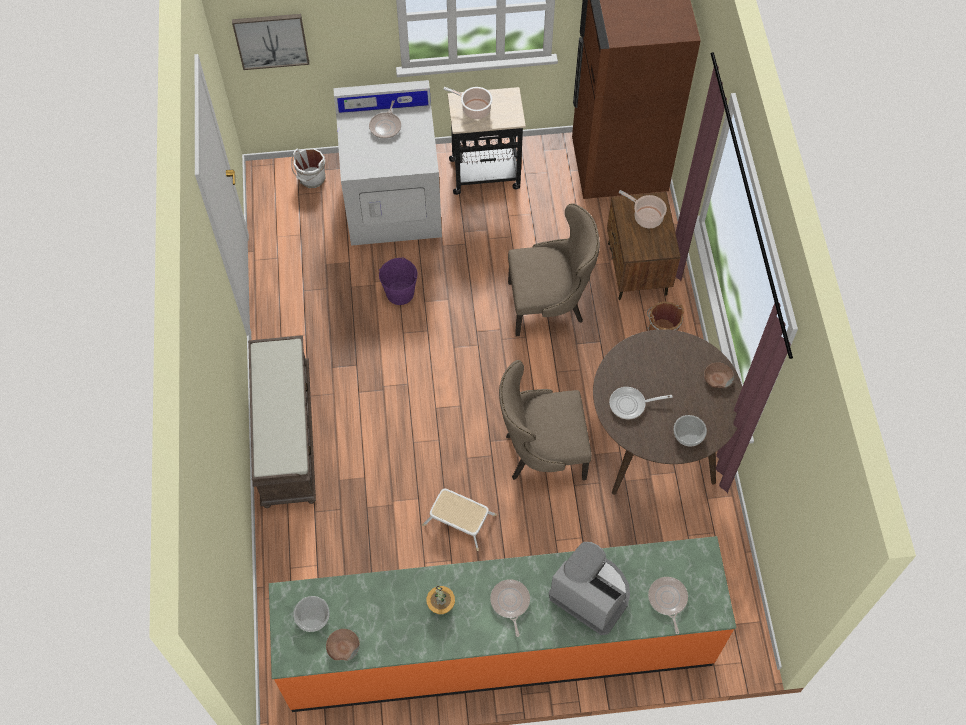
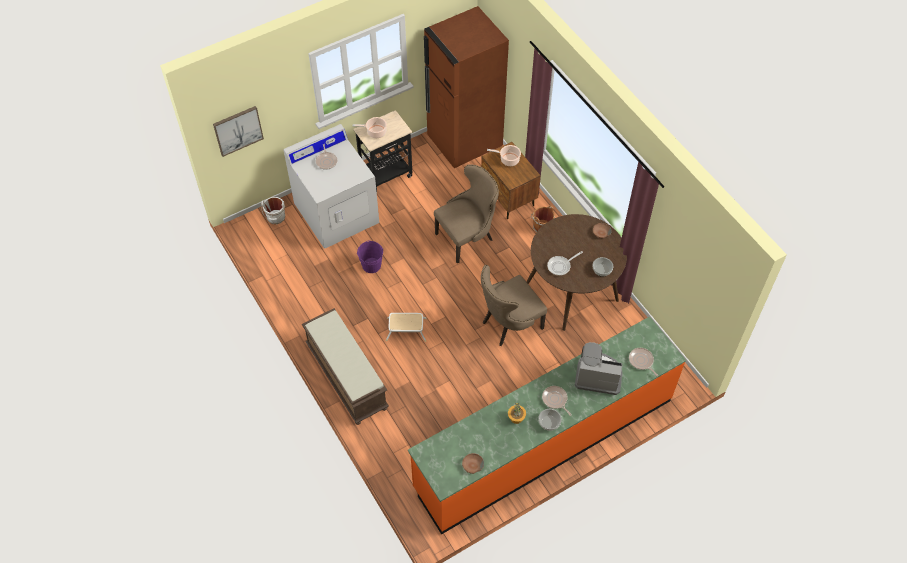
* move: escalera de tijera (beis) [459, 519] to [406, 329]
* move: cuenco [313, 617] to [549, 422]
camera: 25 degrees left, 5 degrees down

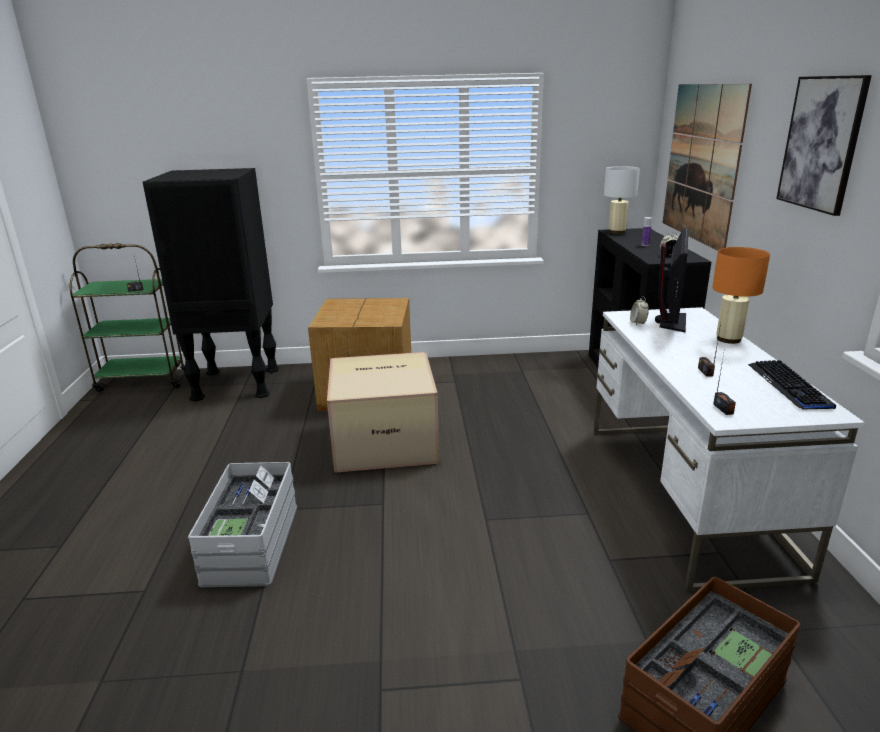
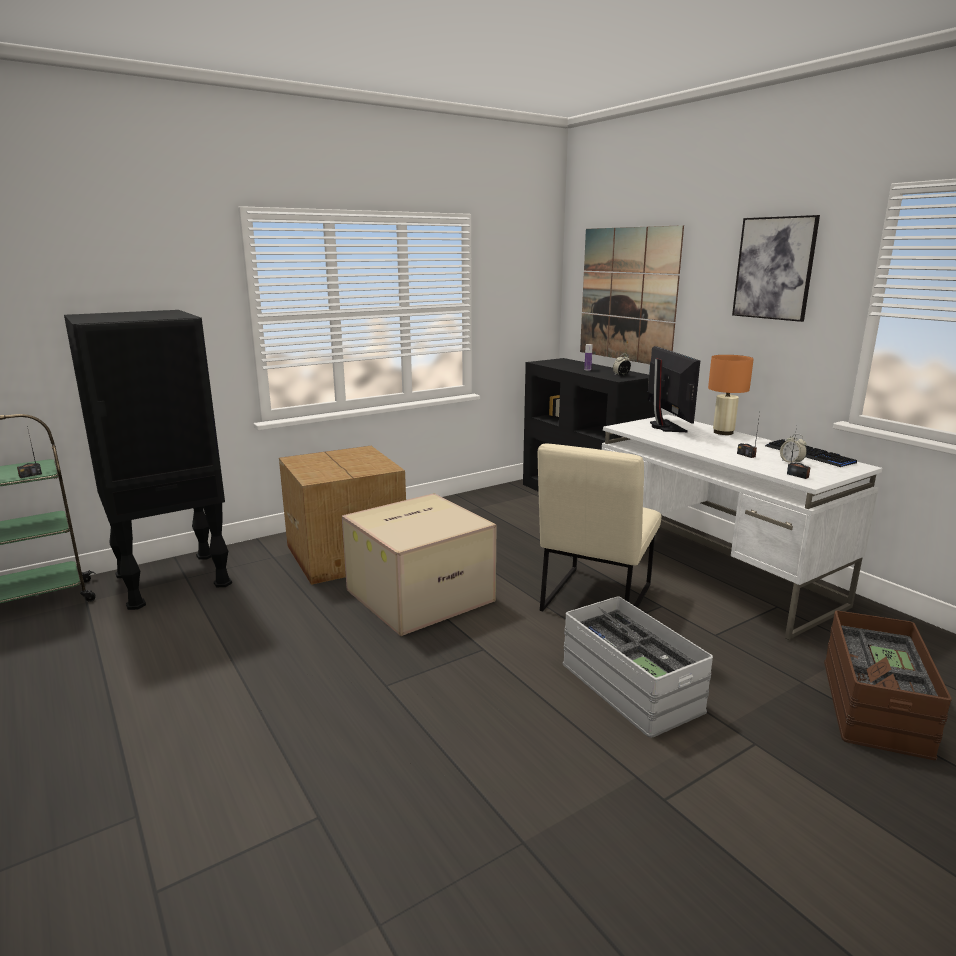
* delete: lámpara de mesa (blanco) [617, 232]
* move: despertador [638, 323] to [791, 462]
* move: caja de almacenaje (gris) [250, 542] to [629, 686]
* insert: silla (beis) [594, 599]
camera: 30 degrees left, 5 degrees down

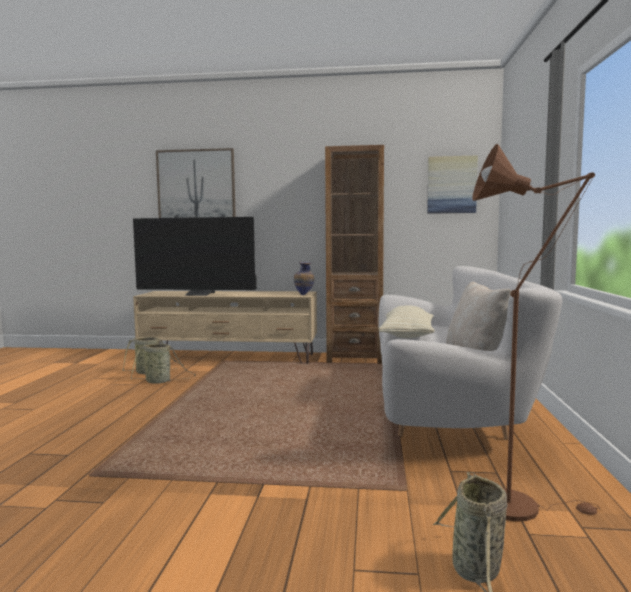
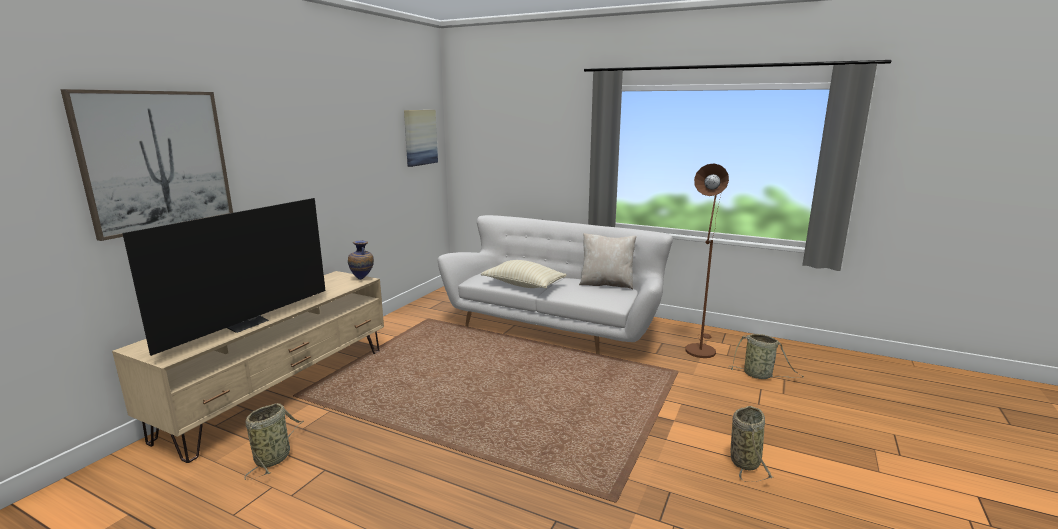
* delete: estantería (marrón) [355, 358]
* move: cesta [160, 382] to [744, 460]
camera: 70 degrees left, 10 degrees up

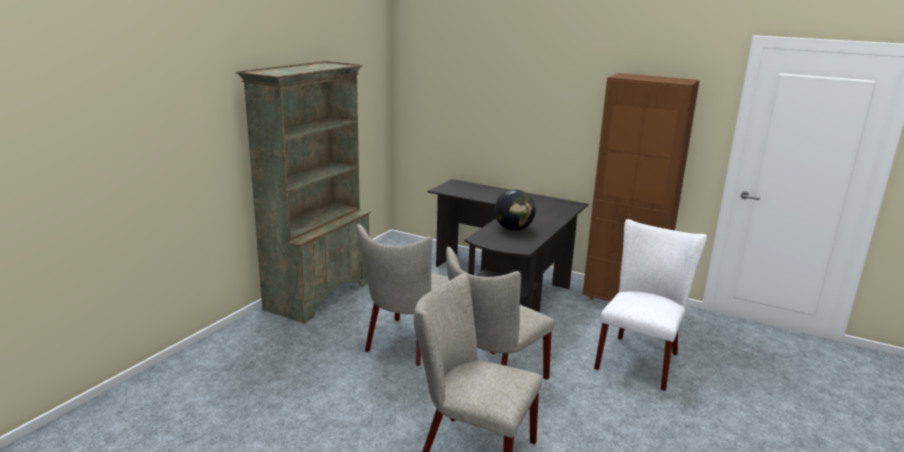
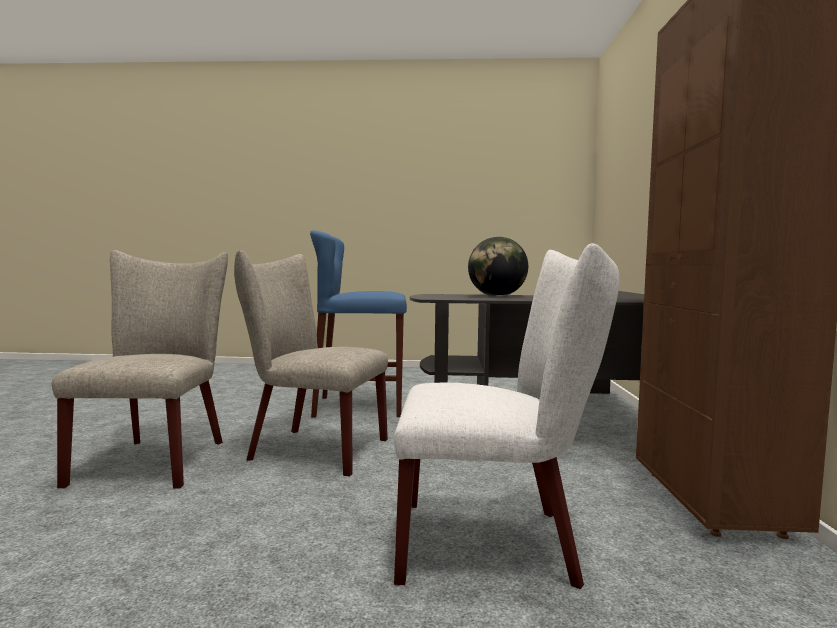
* delete: estantería (verde) [318, 294]
* replace: silla (beis) [405, 344] to taburete (azul) [359, 406]
camera: 65 degrees right, 15 degrees down

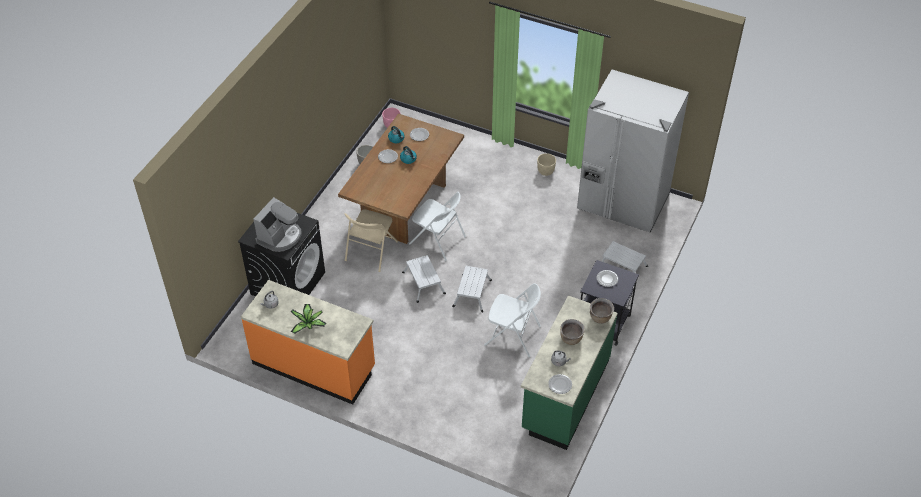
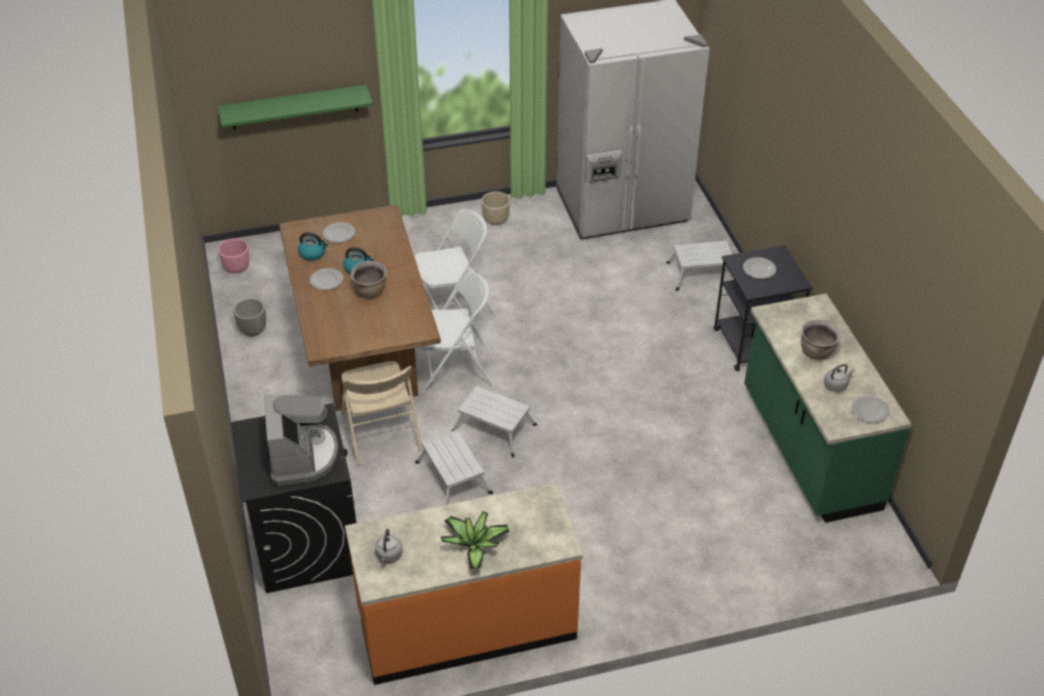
* move: escalera de tijera (blanco) [472, 293] to [453, 478]
* move: silla (blanco) [512, 336] to [453, 305]
* move: olla (marrón) [600, 318] to [370, 292]
* insert: estante (verde) [294, 107]
camera: 40 degrees left, 5 degrees down

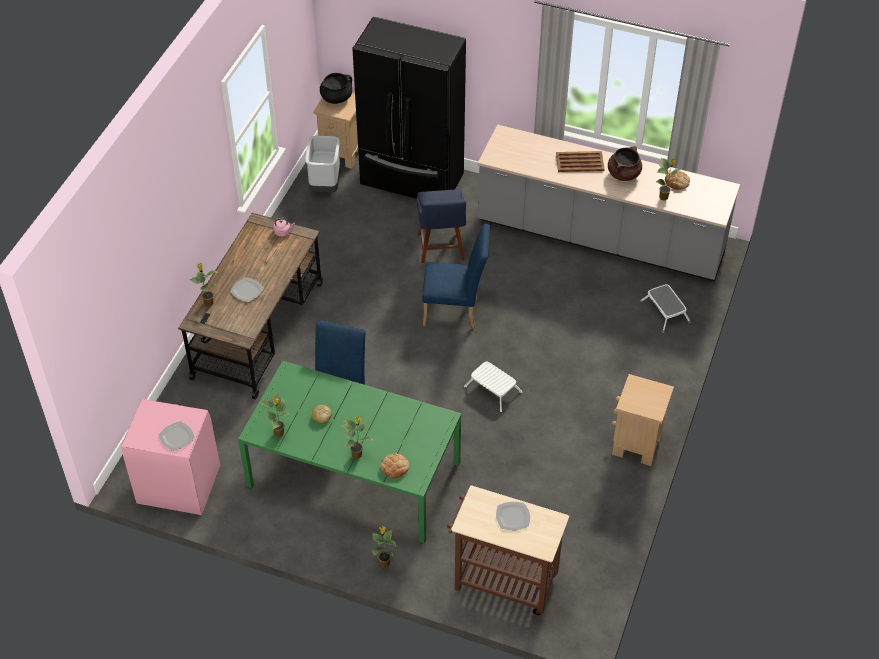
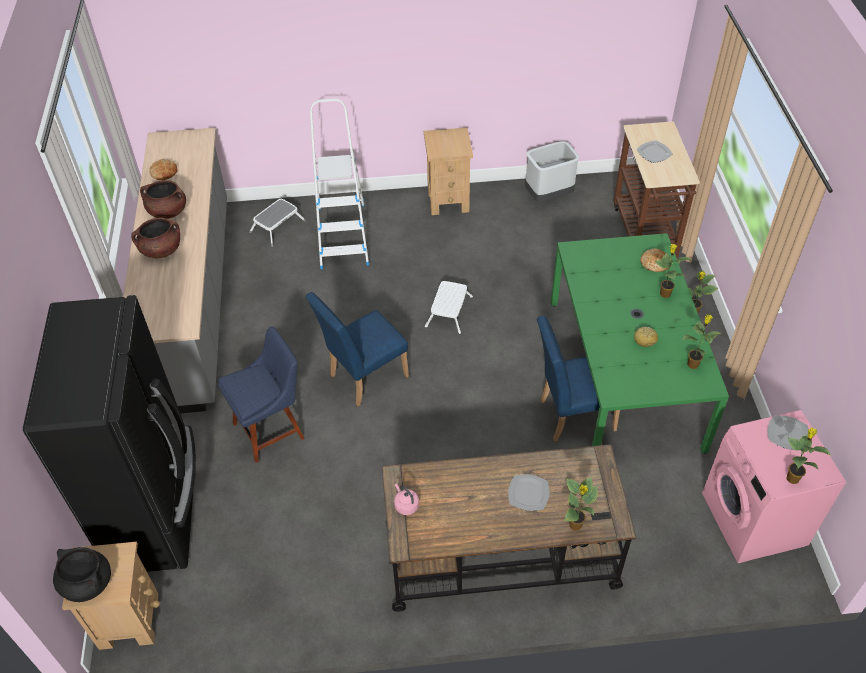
* move: papelera (gris) [325, 185] to [548, 197]
* replace: bandeja (marrón) [579, 162] to olla (marrón) [161, 250]
* move: planta en maceta [664, 197] to [792, 477]
* rotate: silla (azul) [455, 312] = [363, 378] 105 degrees counterclockwise
* insert: escalera de tijera (blanco) [343, 236]
camera: 115 degrees left, 0 degrees up

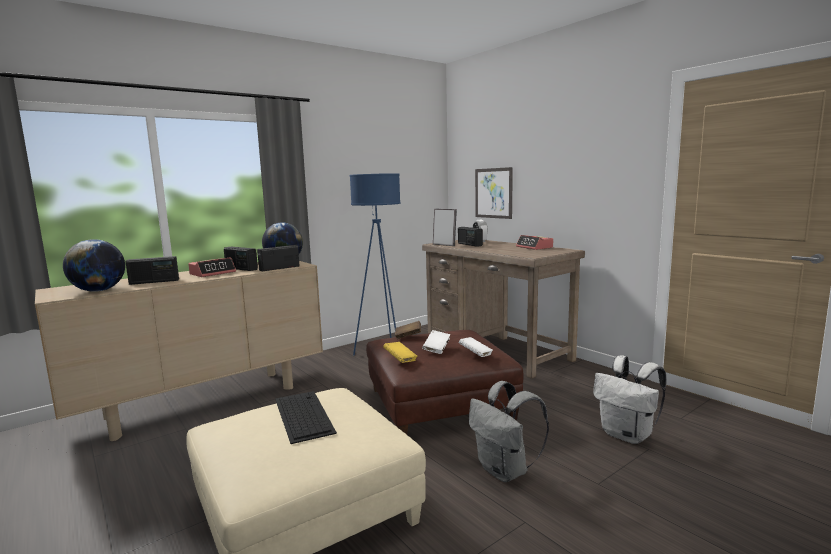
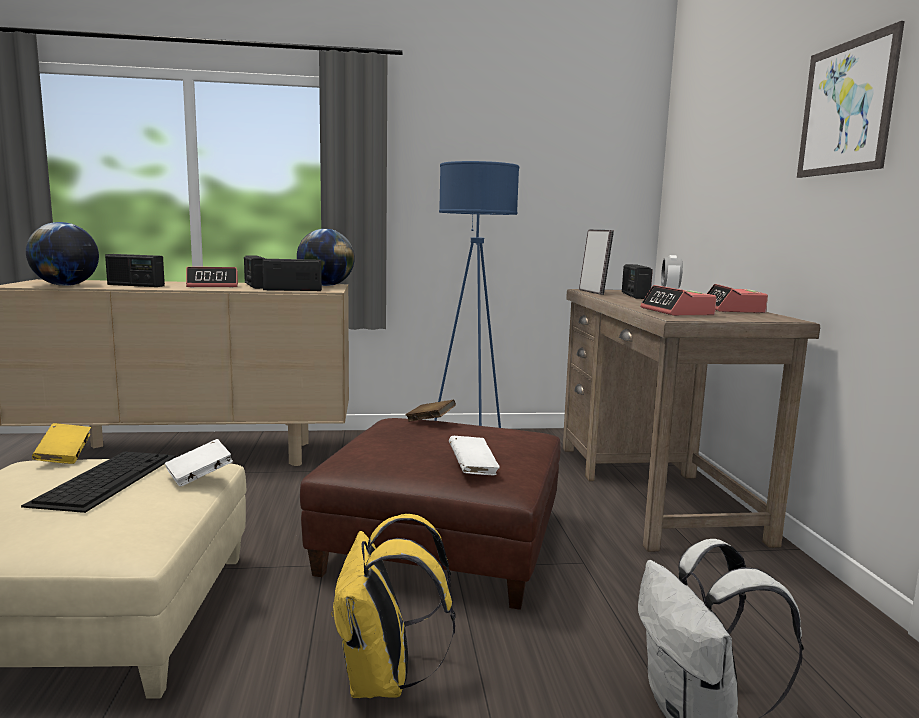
* move: cuadro [493, 193] to [846, 108]
* move: libro (blanco) [436, 349] to [199, 476]
* move: libro (amarillo) [400, 359] to [64, 456]
* recolor: mochila (gris) [505, 471] to mochila (amarillo) [384, 680]
* insert: despertador [677, 312]
camera: 30 degrees right, 0 degrees up

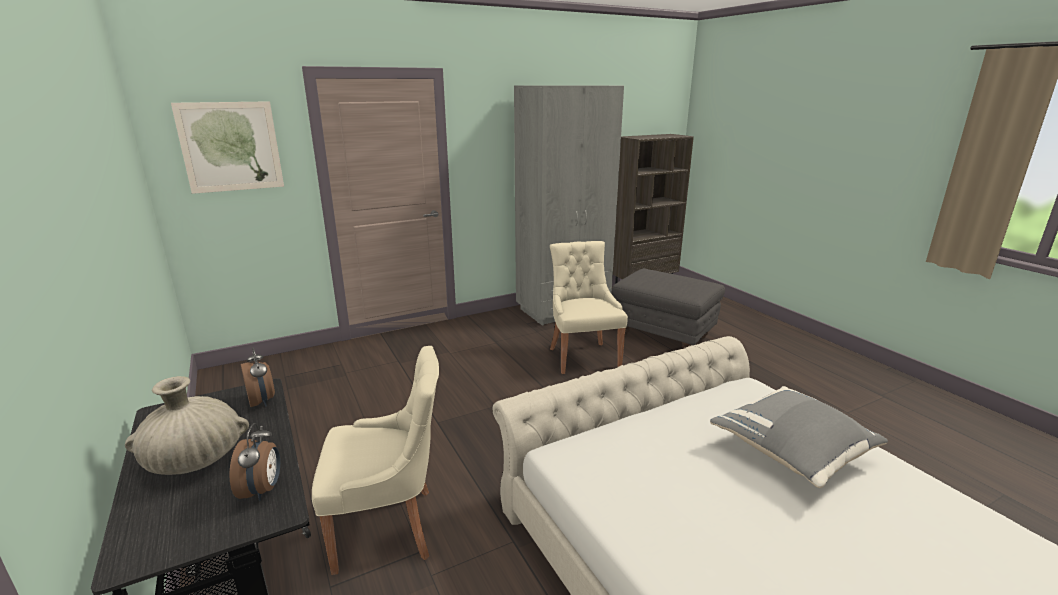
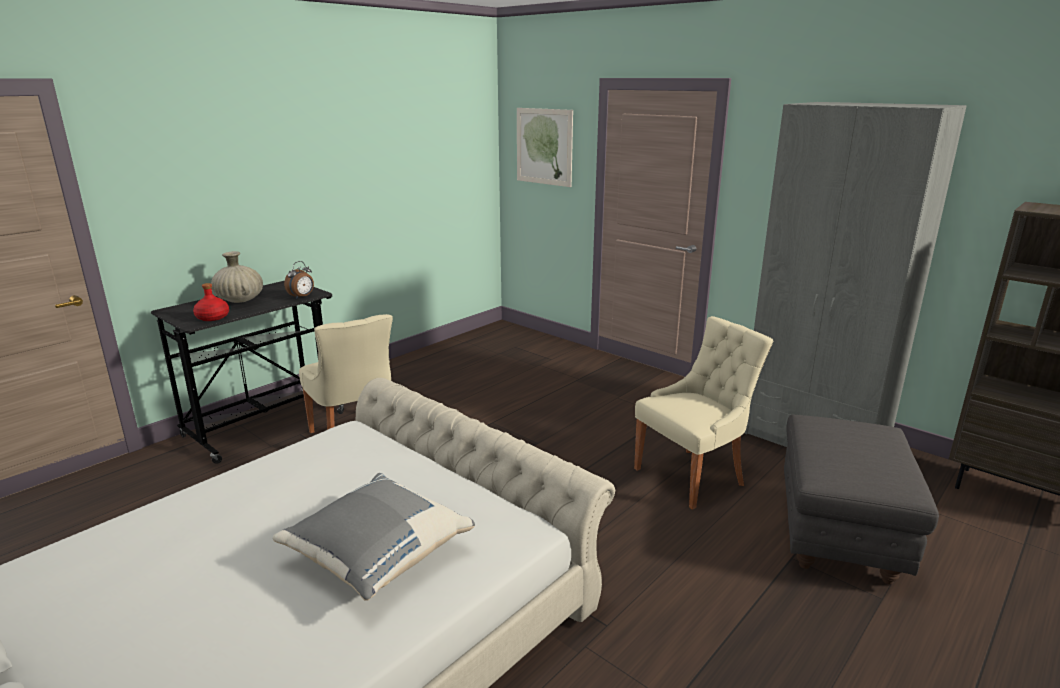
* replace: despertador [263, 490] to botella (rojo) [213, 317]
camera: 70 degrees right, 0 degrees up

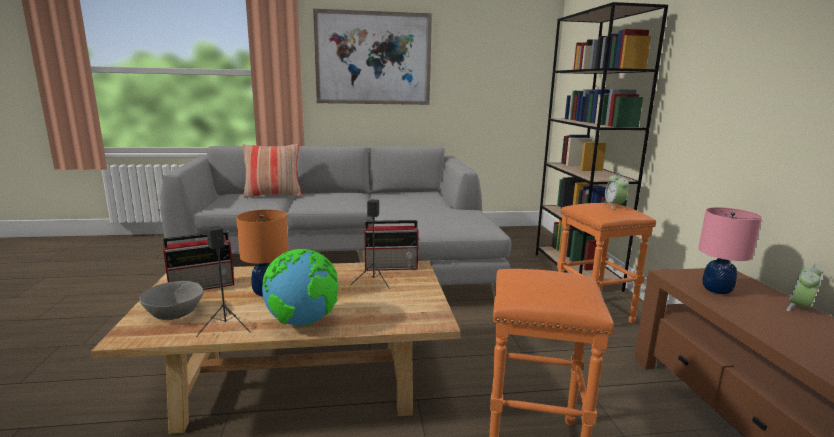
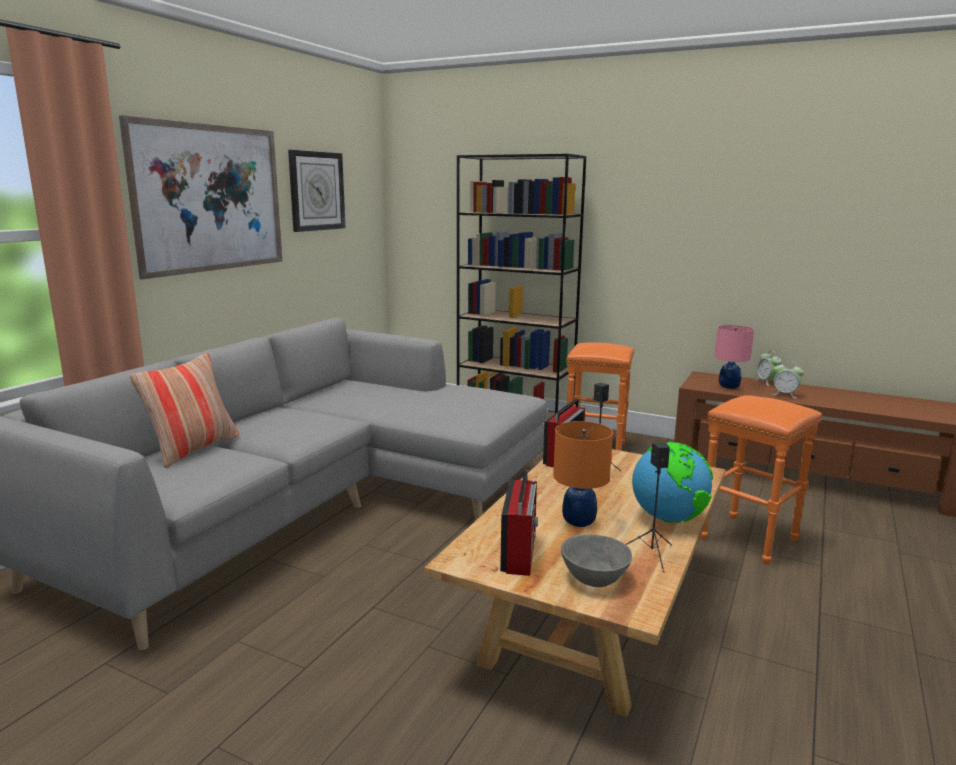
* move: despertador [614, 206] to [785, 395]
* insert: reloj de pared [316, 191]
camera: 55 degrees left, 0 degrees up

